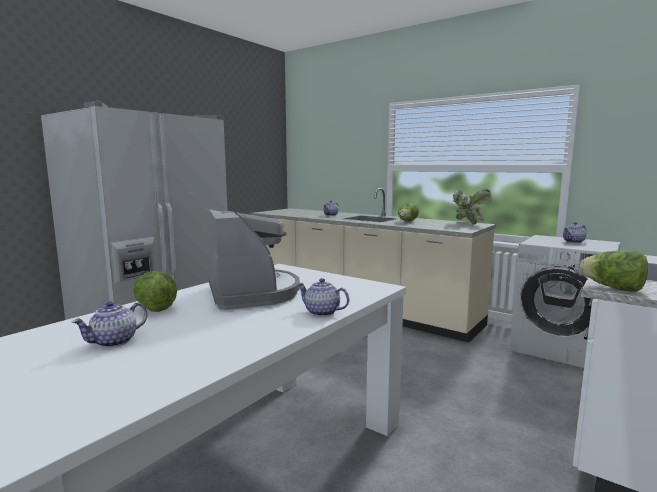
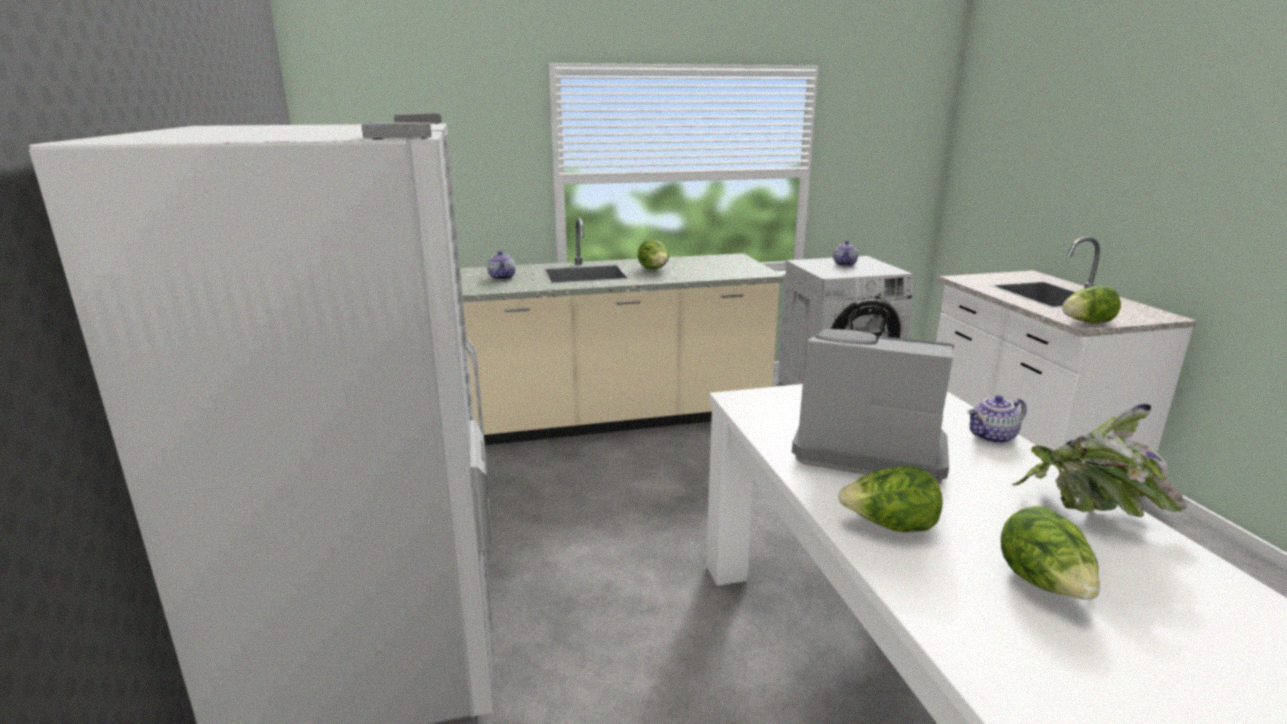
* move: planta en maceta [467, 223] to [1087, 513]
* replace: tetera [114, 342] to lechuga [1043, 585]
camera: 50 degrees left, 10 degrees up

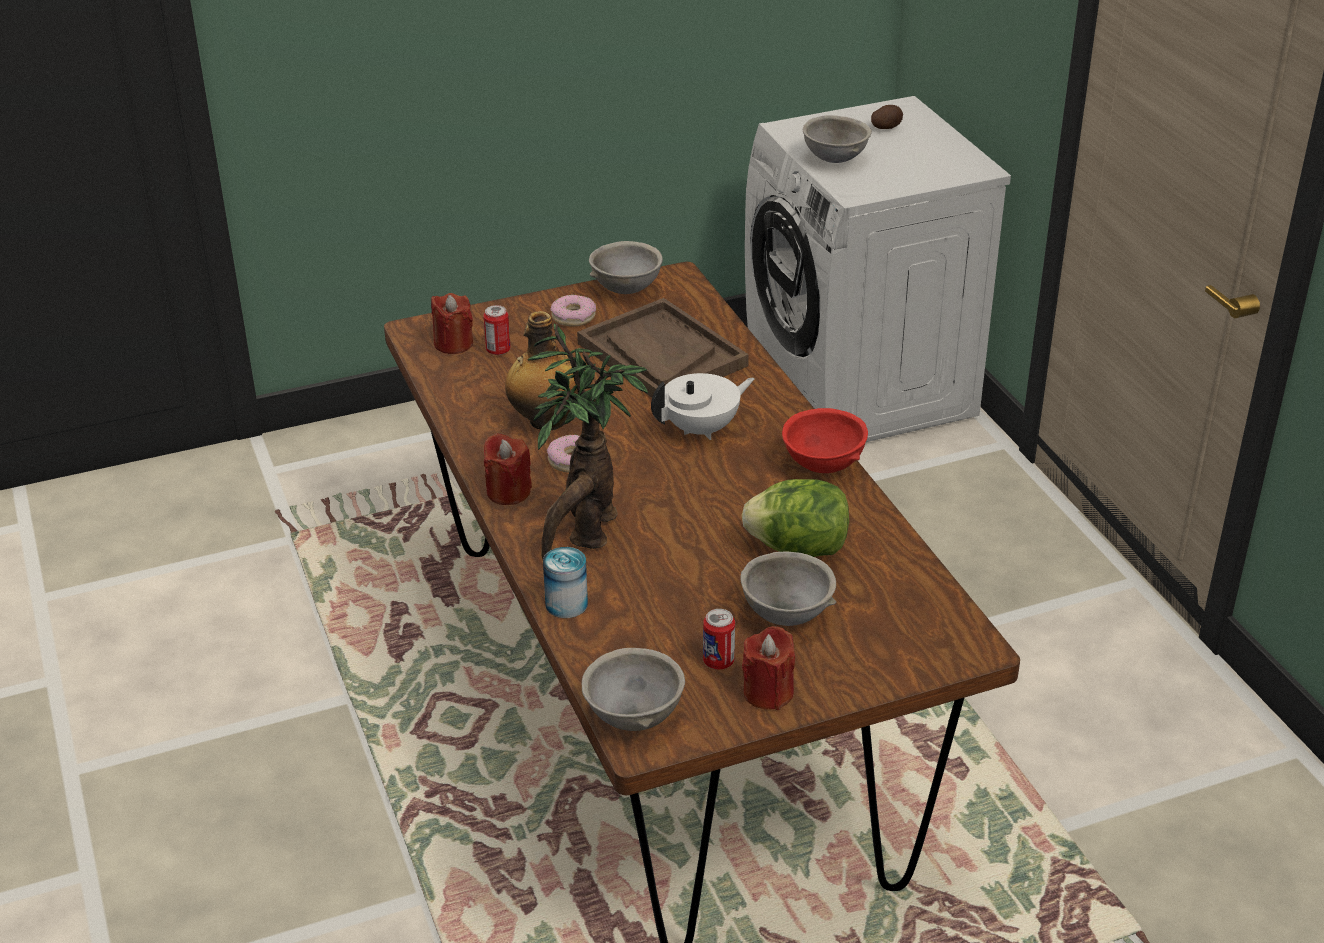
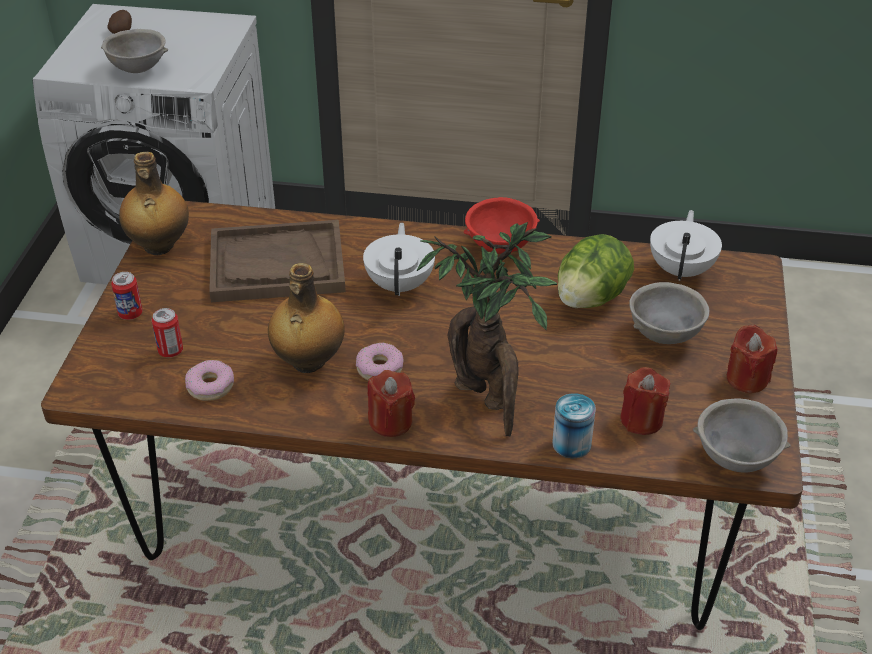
* replace: cuenco (gris) [625, 289] to botella [159, 246]
* move: vela (rojo) [453, 344] to [641, 420]
* move: rosquilla [573, 317] to [210, 386]
* move: lata [718, 662] to [130, 314]
* insert: tetera (blanco) [682, 270]
camera: 60 degrees left, 5 degrees up

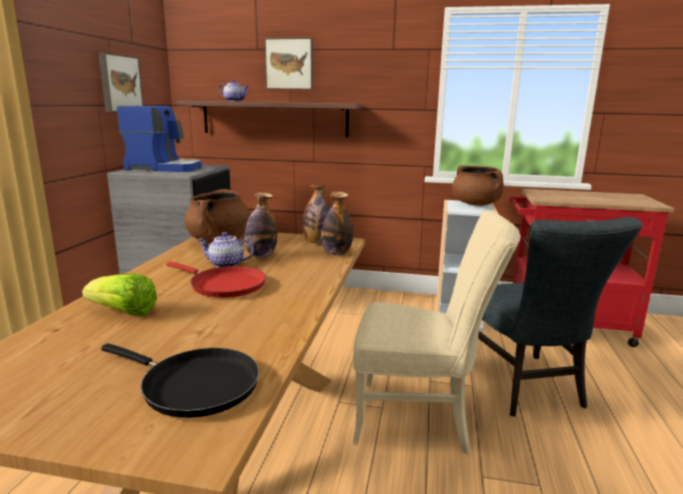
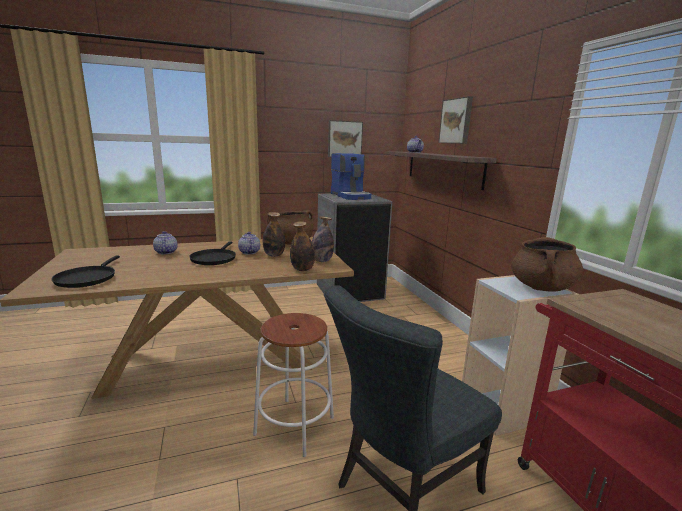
* replace: silla (beis) [421, 418] to taburete (blanco) [294, 425]
* recolor: sartén (rojo) [224, 285] to sartén (negro) [214, 258]
* replace: lechuga [124, 312] to tetera [165, 252]
camera: 60 degrees right, 0 degrees up

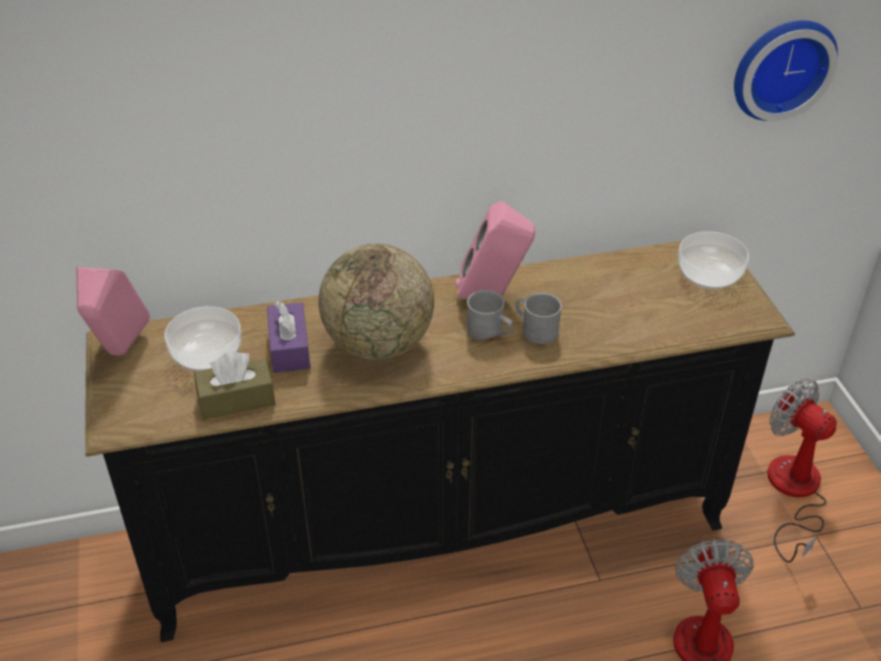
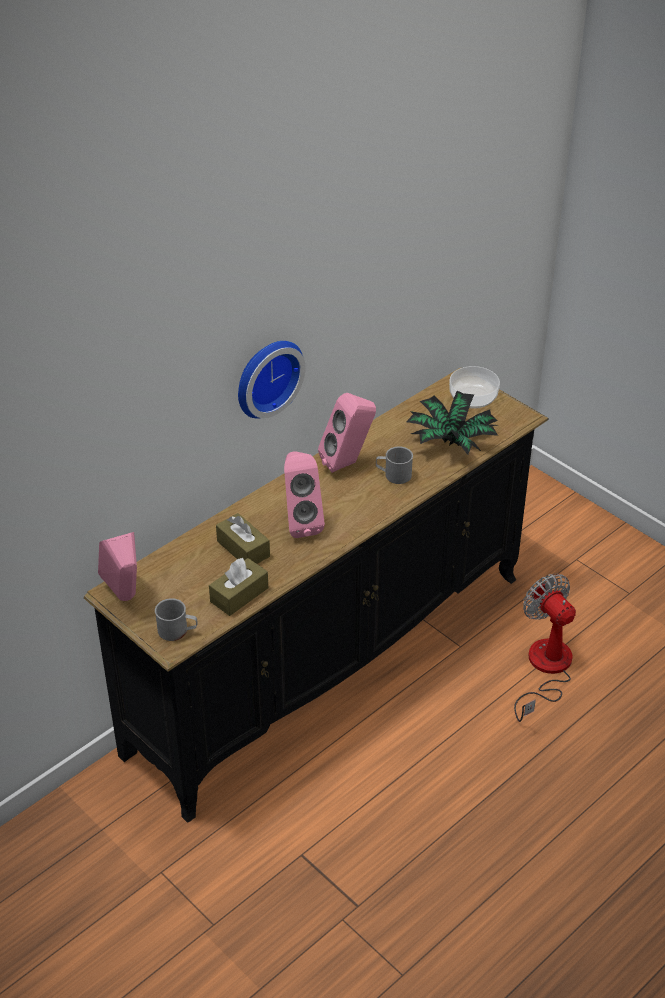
* move: reloj de pared [780, 67] to [265, 376]
* replace: globo terráqueo [379, 344] to altavoz (rosa) [300, 523]
* move: taza grande (gris) [489, 332] to [177, 631]
* recolor: caja de pañuelos (morado) [289, 348] to caja de pañuelos (marrón) [243, 549]
* delete: cuenco [206, 353]
* delete: ventilador [793, 493]
* insert: planta en maceta [451, 442]
camera: 30 degrees left, 0 degrees up

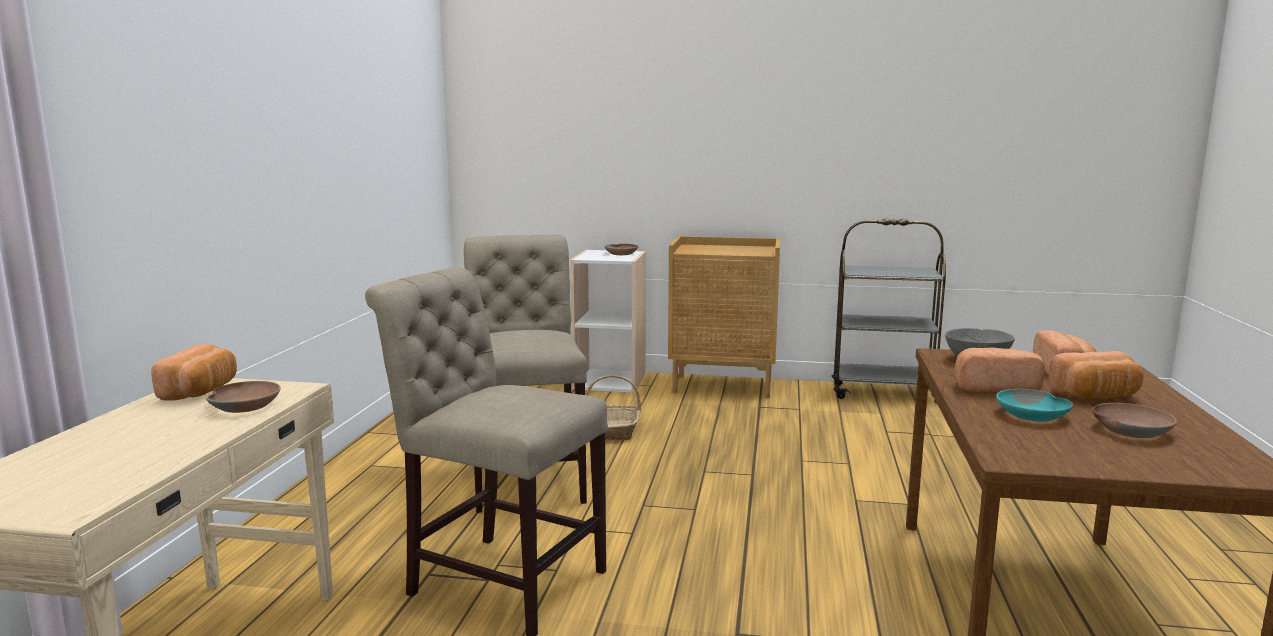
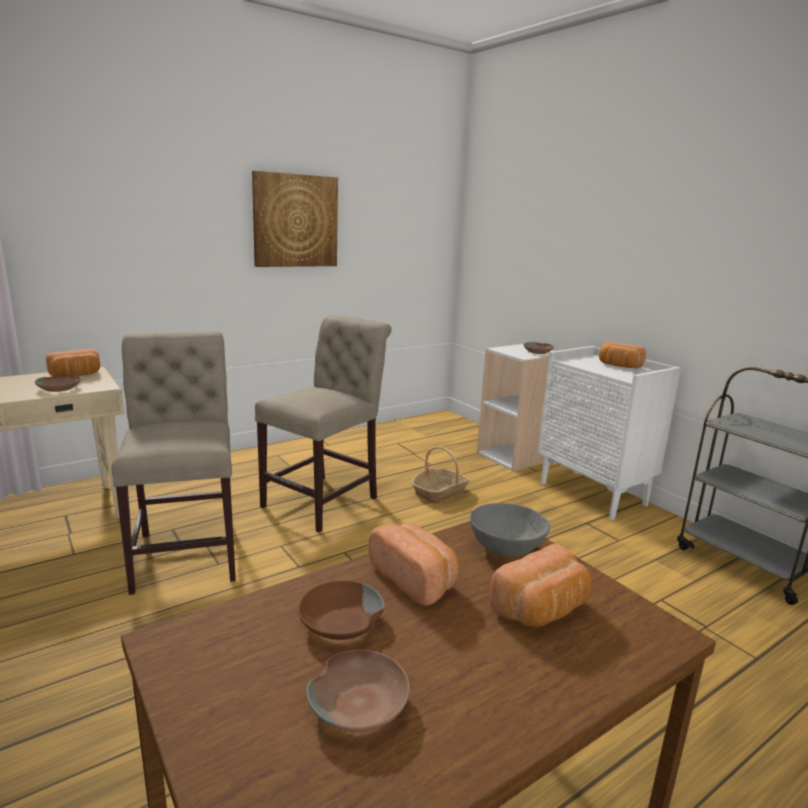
* recolor: armario (marrón) [723, 386] to armario (blanco) [593, 494]
* move: pan [1096, 396] to [618, 366]
* recolor: cuenco (turquesa) [1032, 415] to cuenco (marrón) [339, 623]
* insert: cuadro [295, 221]
camera: 45 degrees right, 5 degrees up

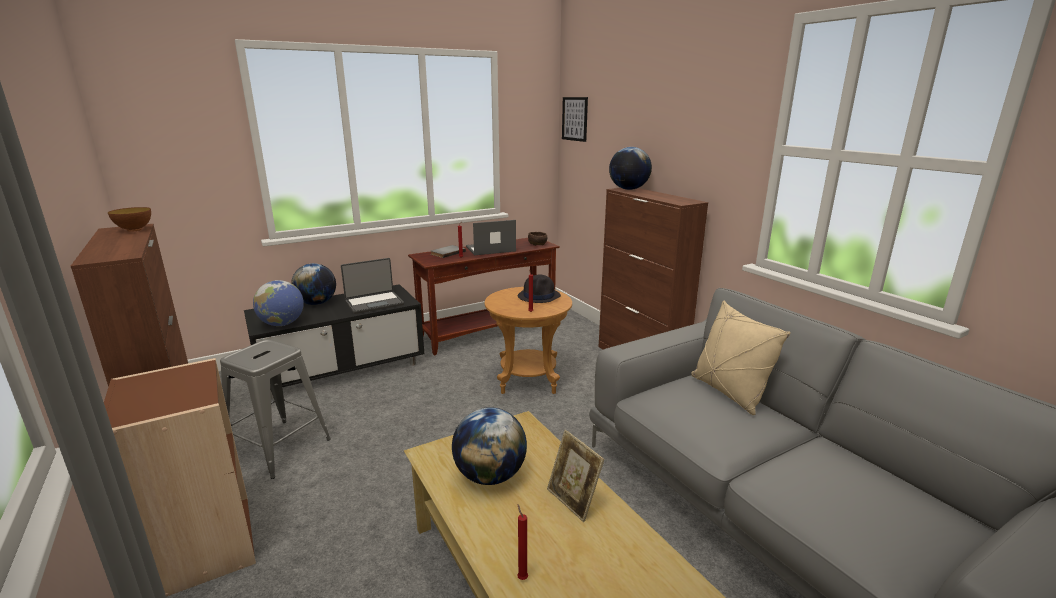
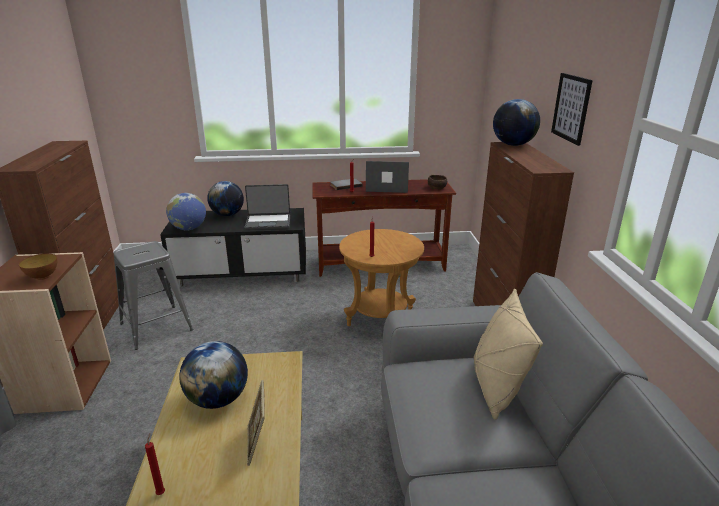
* move: cuadro [574, 119] to [571, 108]
* move: cuenco [134, 230] to [43, 277]
* delete: sombrero (negro) [539, 296]
camera: 25 degrees right, 5 degrees up

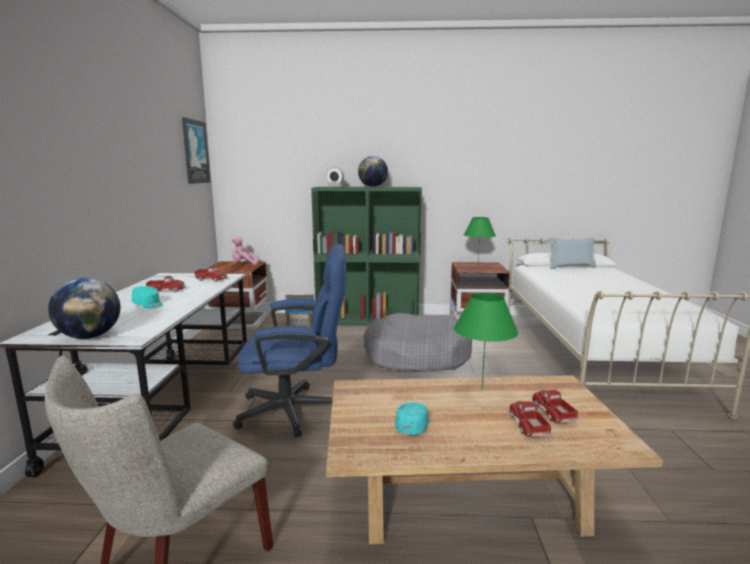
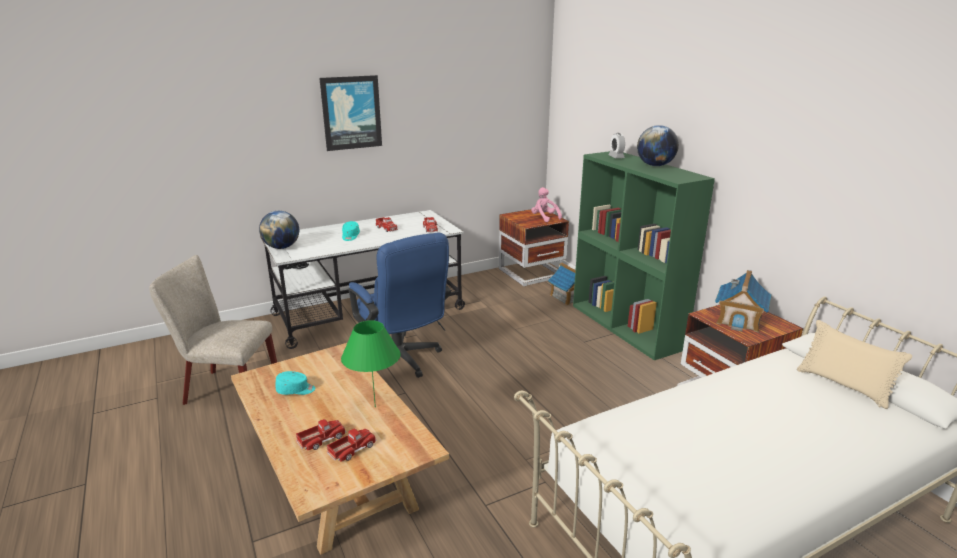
* move: cuadro [195, 152] to [351, 113]
* replace: lámpara de mesa (verde) [477, 267] to casita [739, 319]
* recolor: cojín (azul) [570, 267] to cojín (beis) [843, 386]
* delete: cama para perro (gris) [416, 356]
camera: 60 degrees right, 10 degrees up

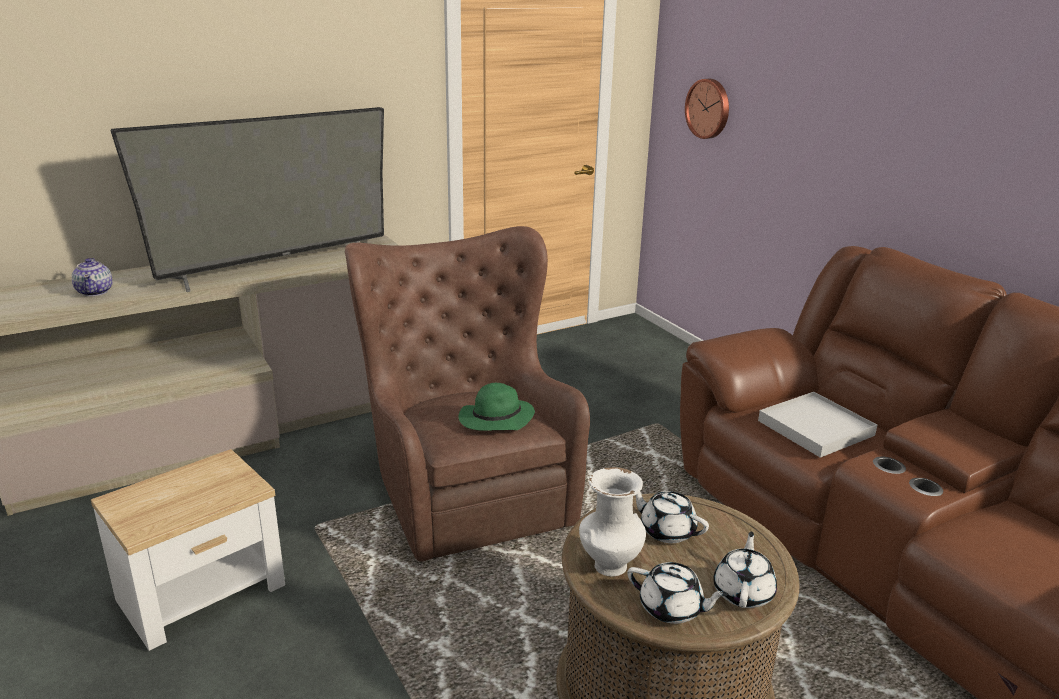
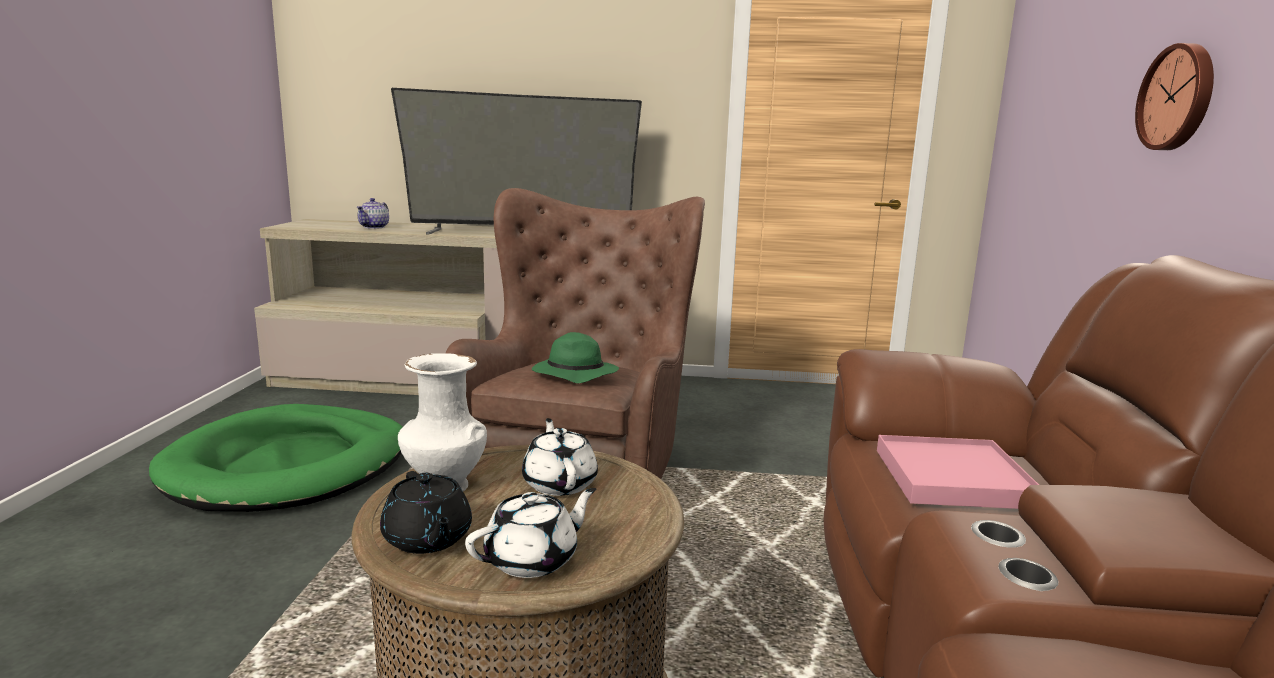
* move: reloj de pared [709, 108] to [1178, 97]
* recolor: bandeja (blanco) [815, 428] to bandeja (rosa) [952, 478]
* replace: mesa auxiliar [202, 595] to cama para perro (verde) [289, 466]
* recolor: tetera (blanco) [672, 609] to tetera (negro) [427, 539]
camera: 35 degrees right, 10 degrees down

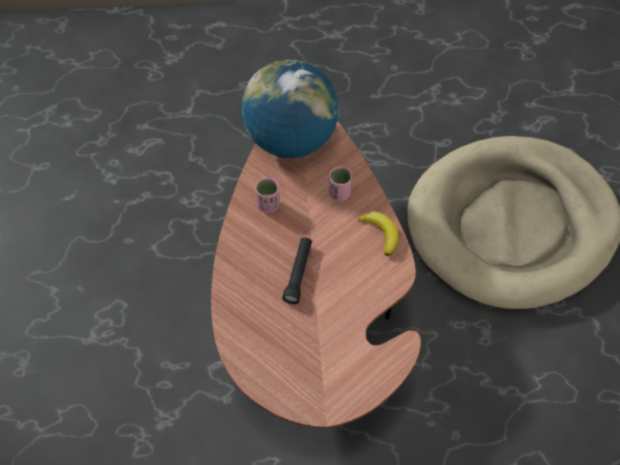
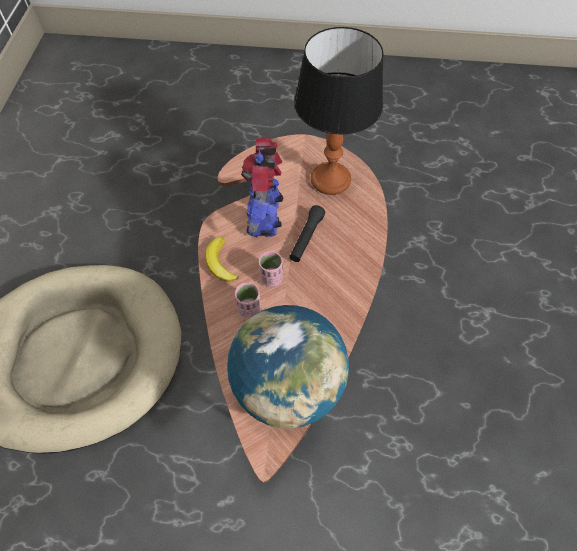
* move: taza (rosa) [268, 205] to [271, 278]
* insert: lámpara de mesa [331, 179]
* insert: robot de juguete [265, 217]
camera: 170 degrees left, 0 degrees up

